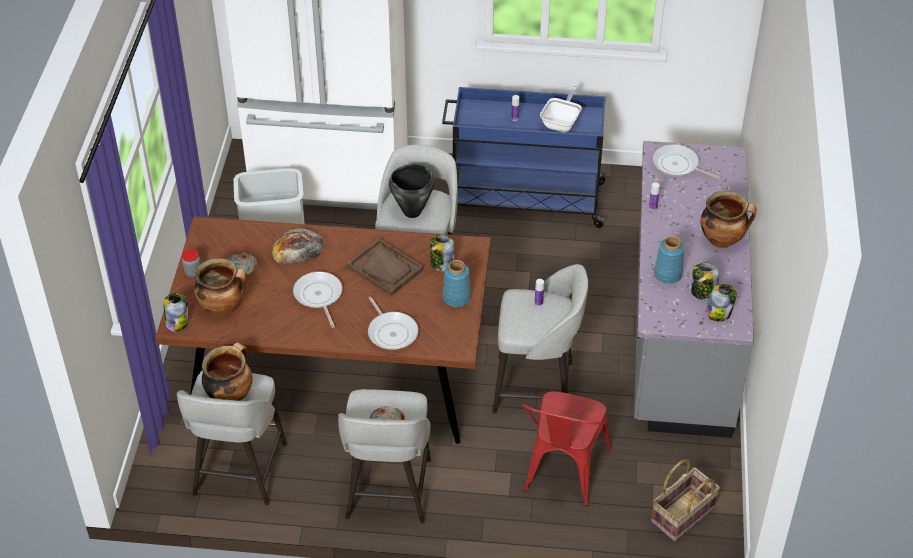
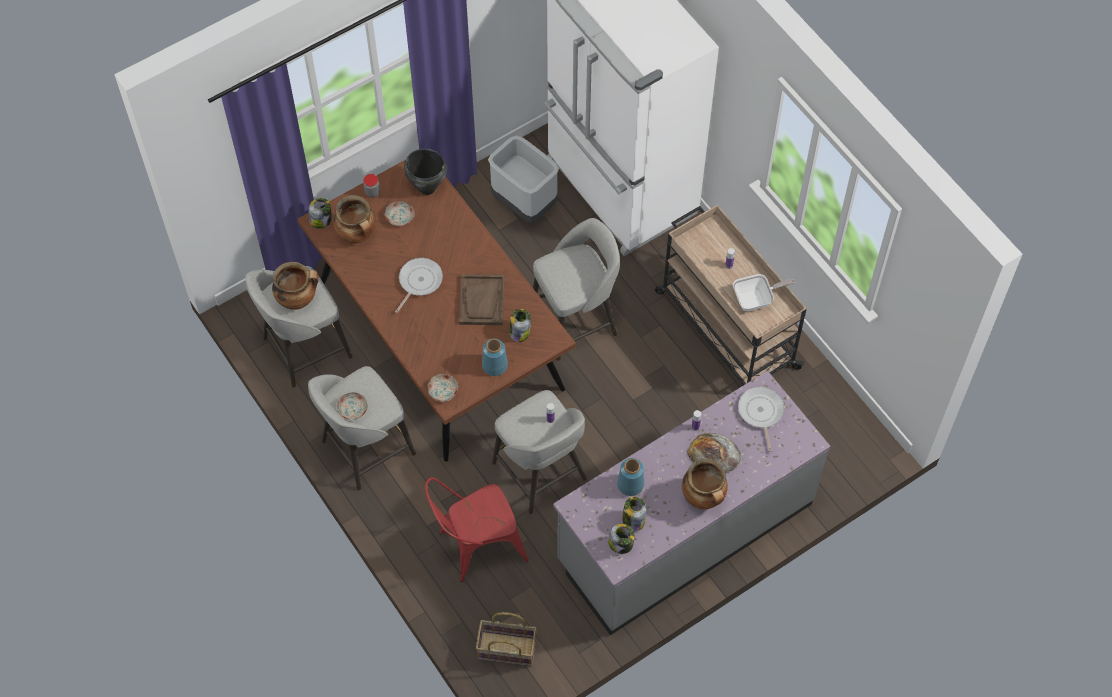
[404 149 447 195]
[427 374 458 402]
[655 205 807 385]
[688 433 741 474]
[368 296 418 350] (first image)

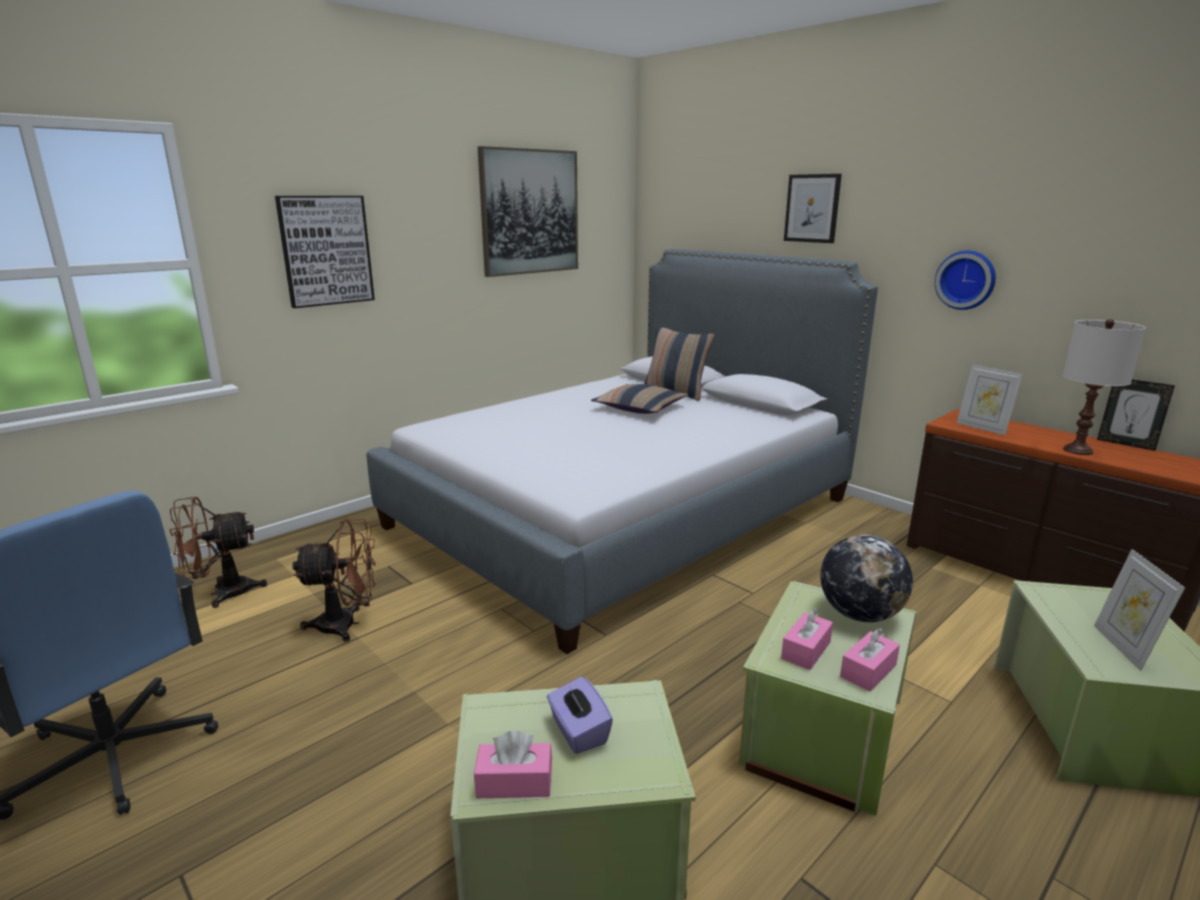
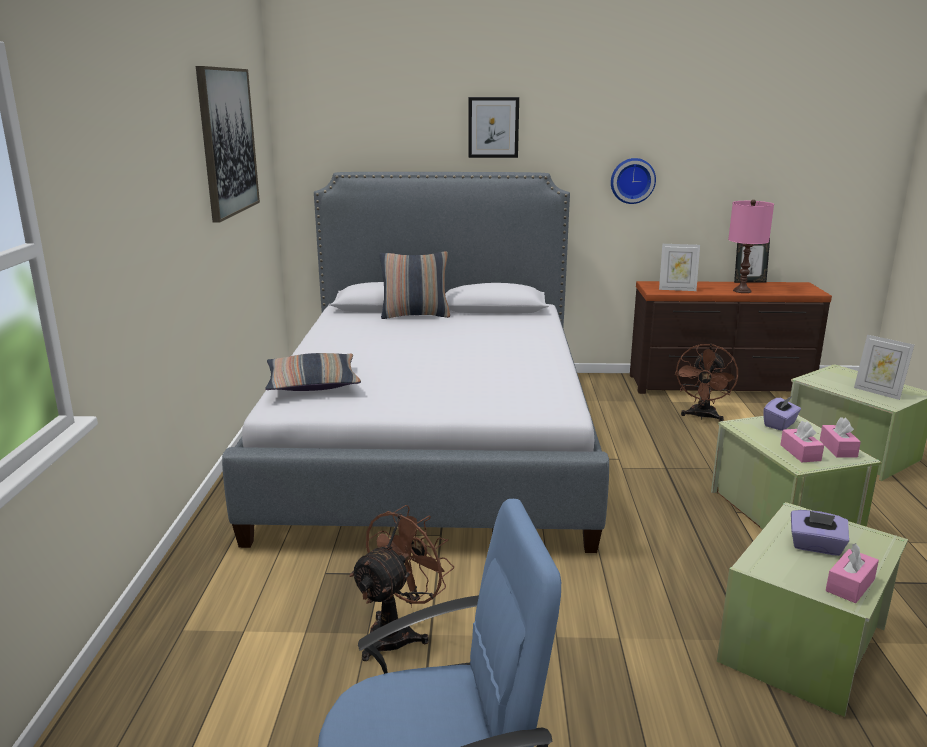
[265 353 361 391]
[675 344 738 421]
[728 200 774 293]
[763 396 801 431]
[275 196 375 308] (first image)

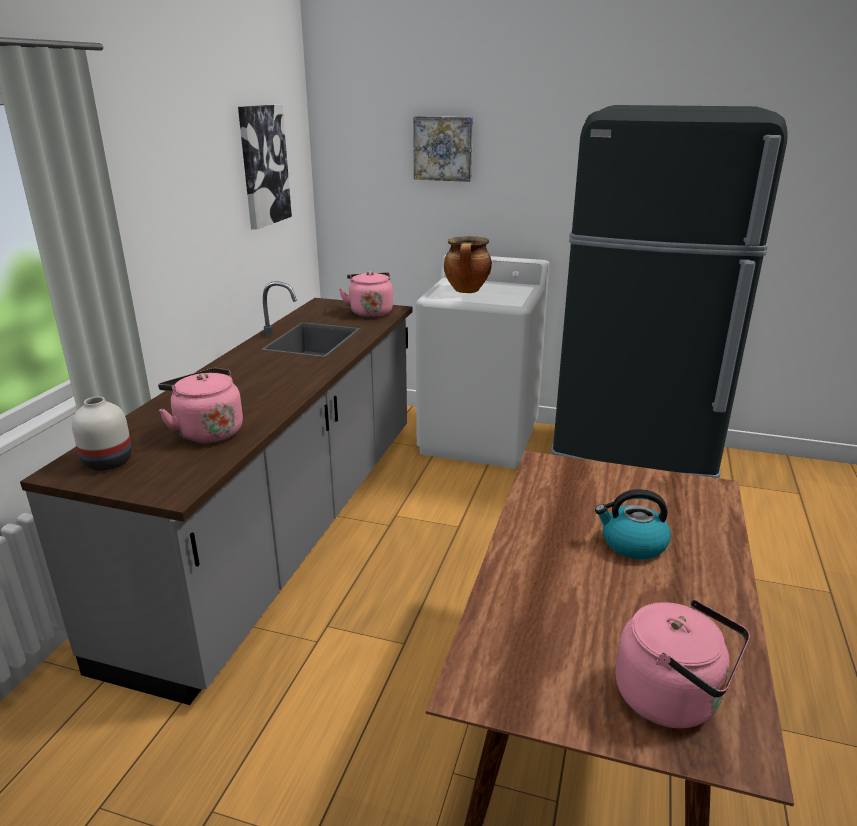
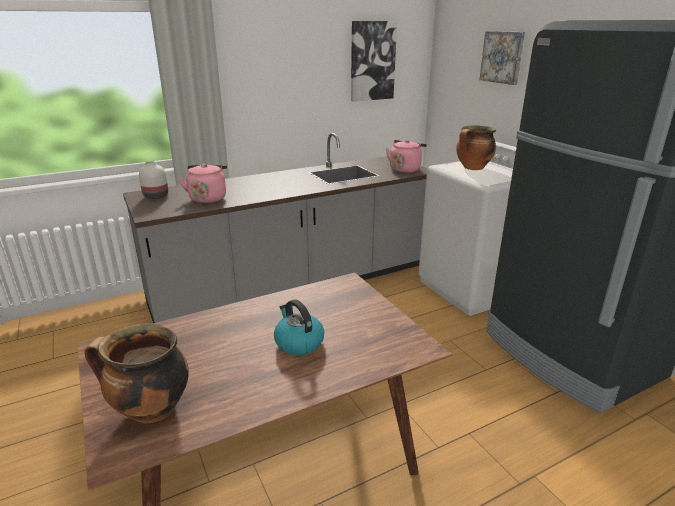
[84 323 189 423]

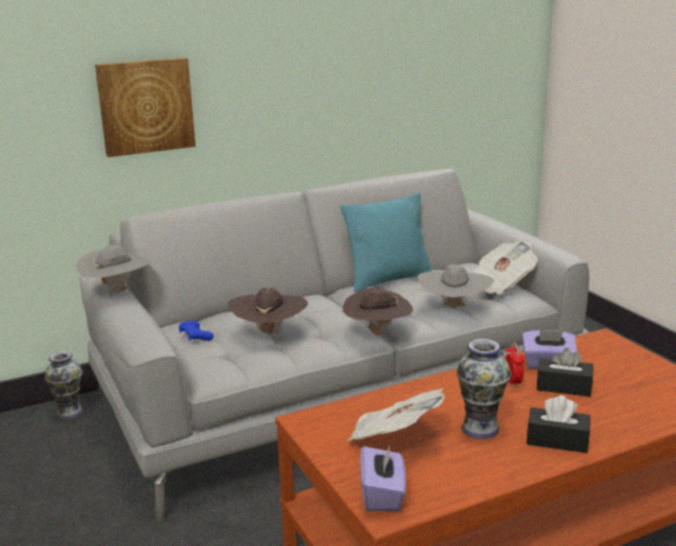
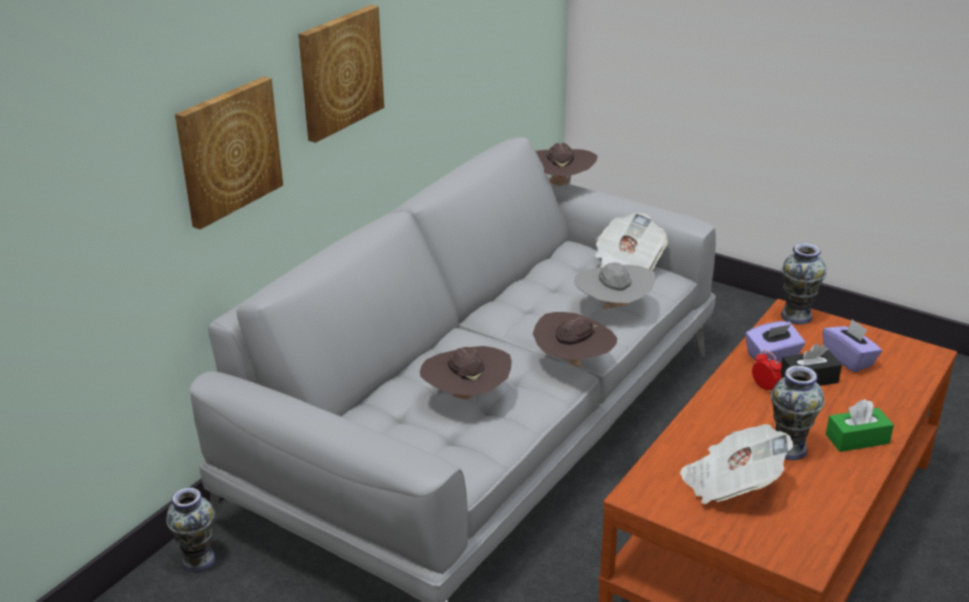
[298 5 384 143]
[536 143 598 188]
[781 243 827 324]
[823 319 882 372]
[826 399 894 452]
[76 245 151 296] (first image)
[179 321 214 341] (first image)
[341 193 432 292] (first image)

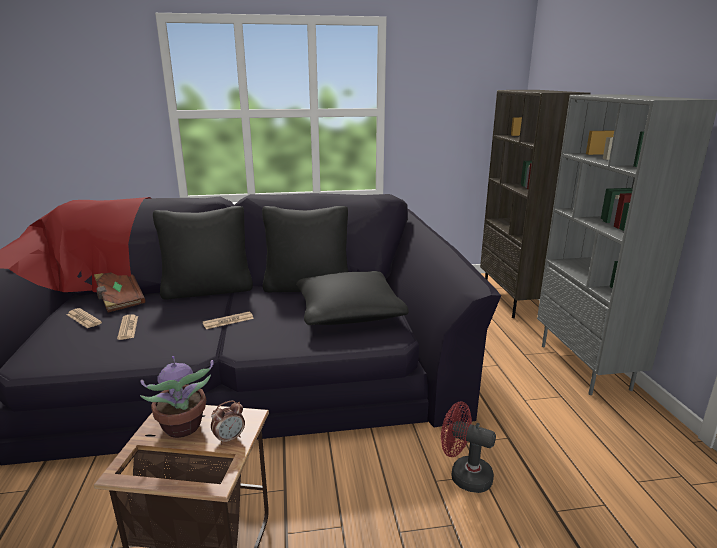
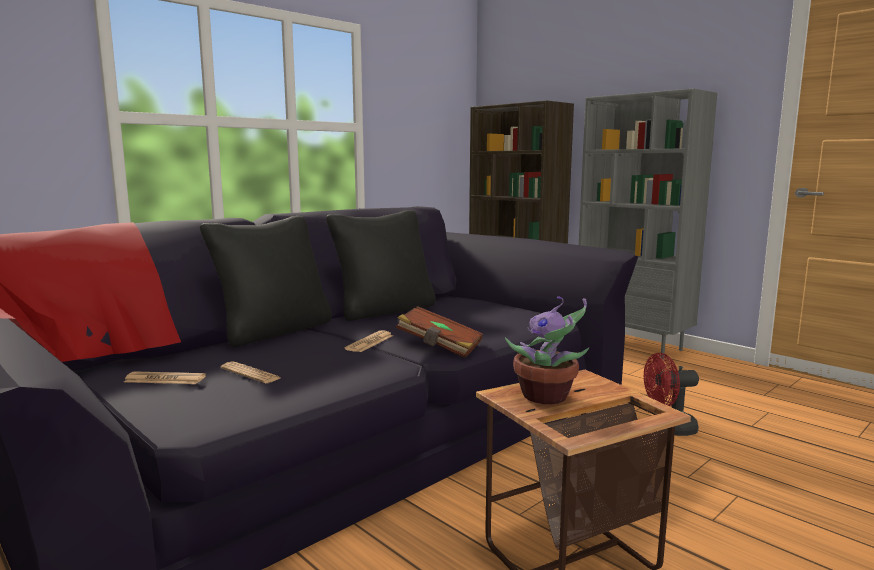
[396 306 483 358]
[211 400 245 445] (first image)
[296 271 408 325] (first image)

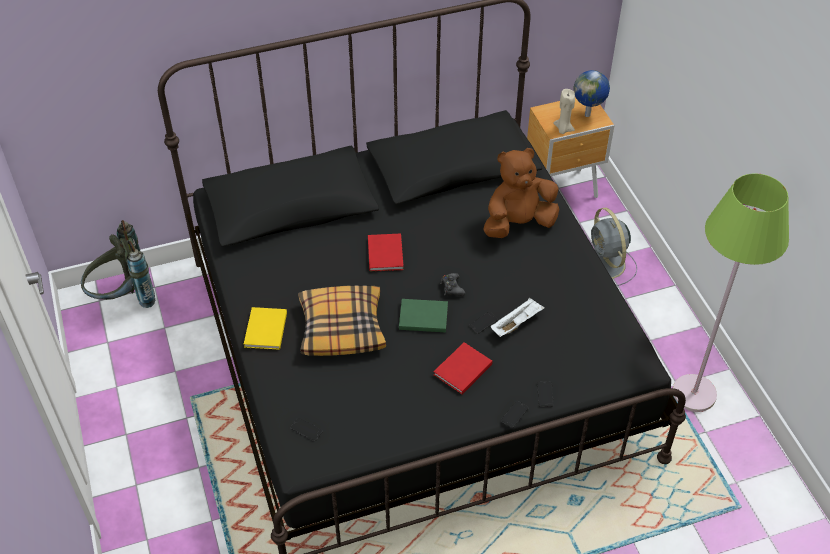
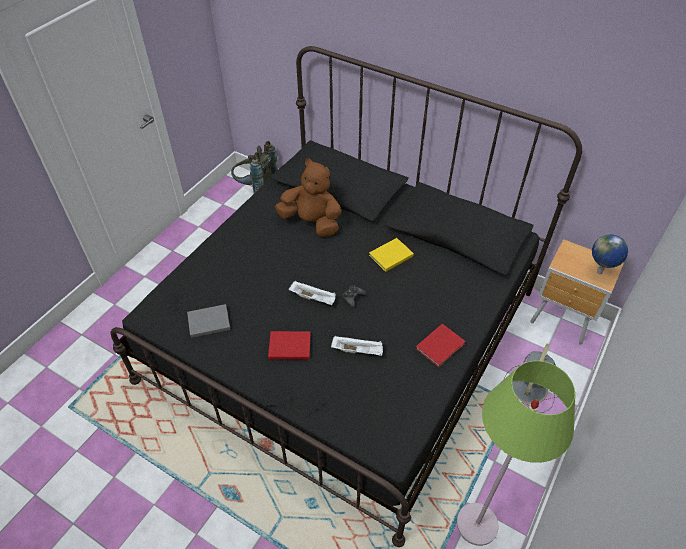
[187 304 231 338]
[275 159 341 237]
[289 281 336 305]
[369 238 414 272]
[416 324 466 368]
[298 285 386 356] (first image)
[553 89 575 134] (first image)

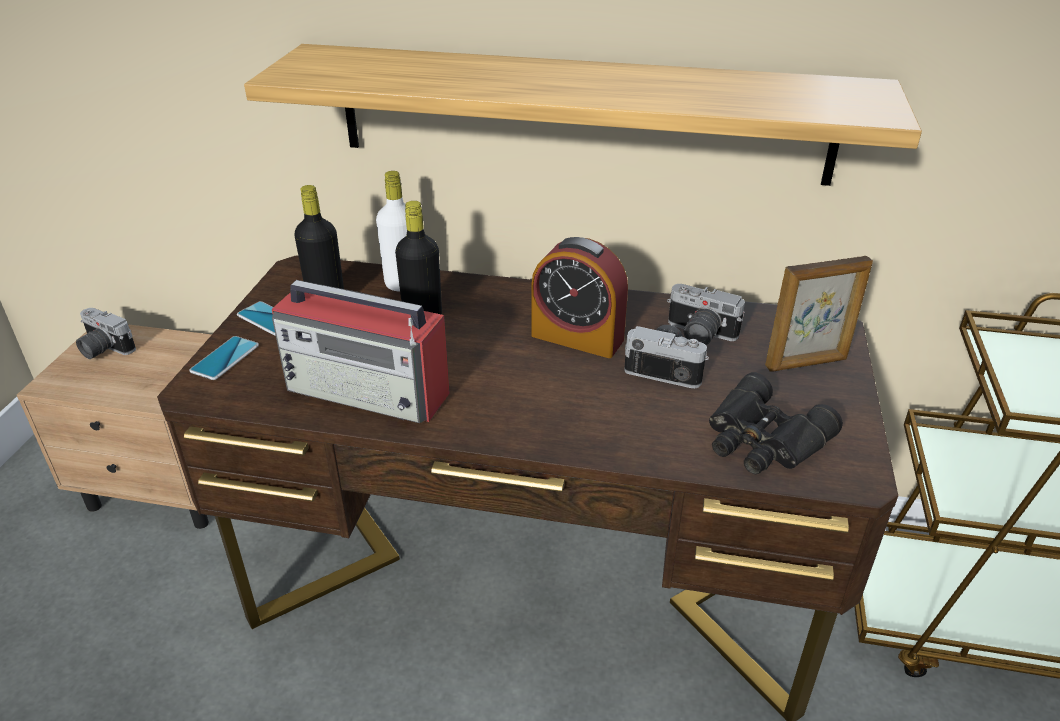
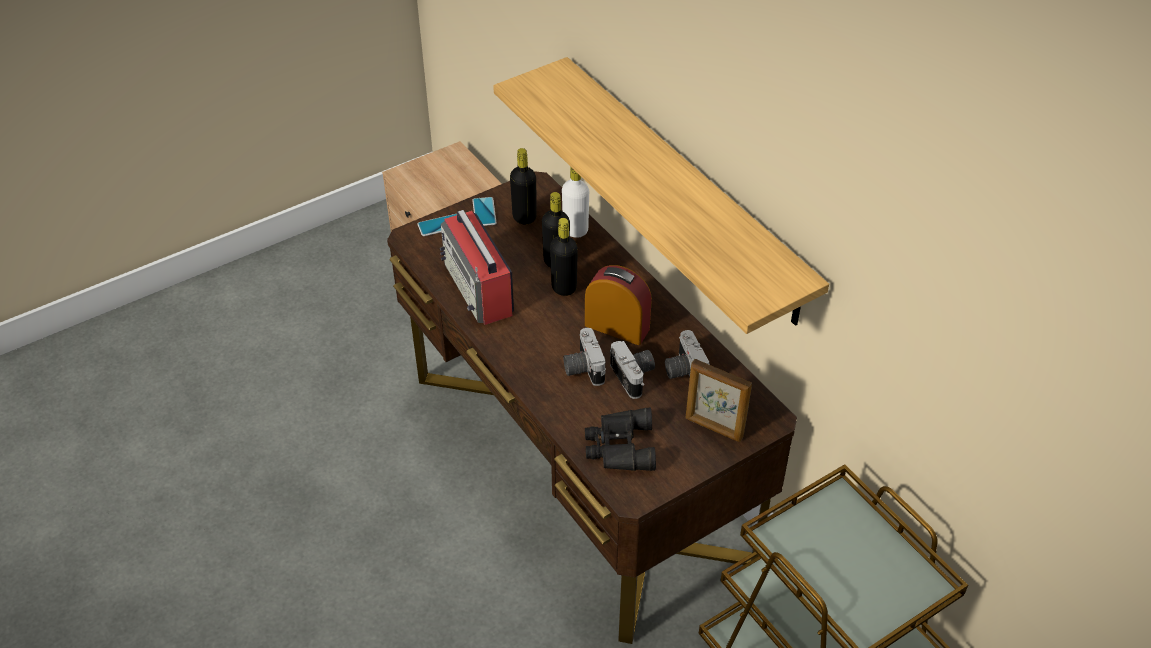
[550 218 578 296]
[563 328 606 386]
[585 265 652 345]

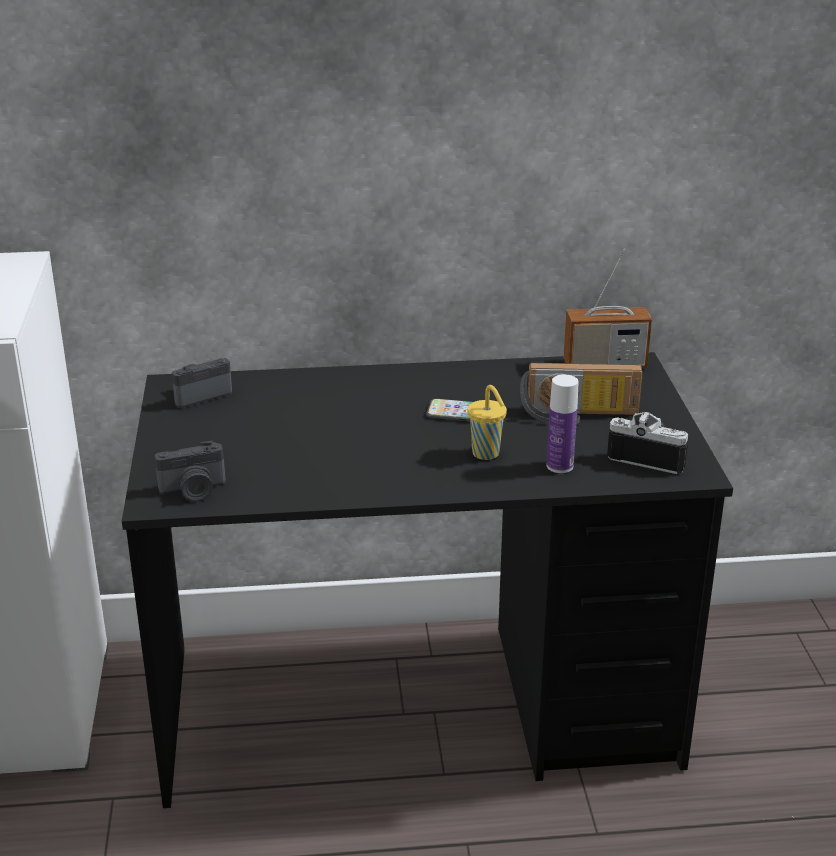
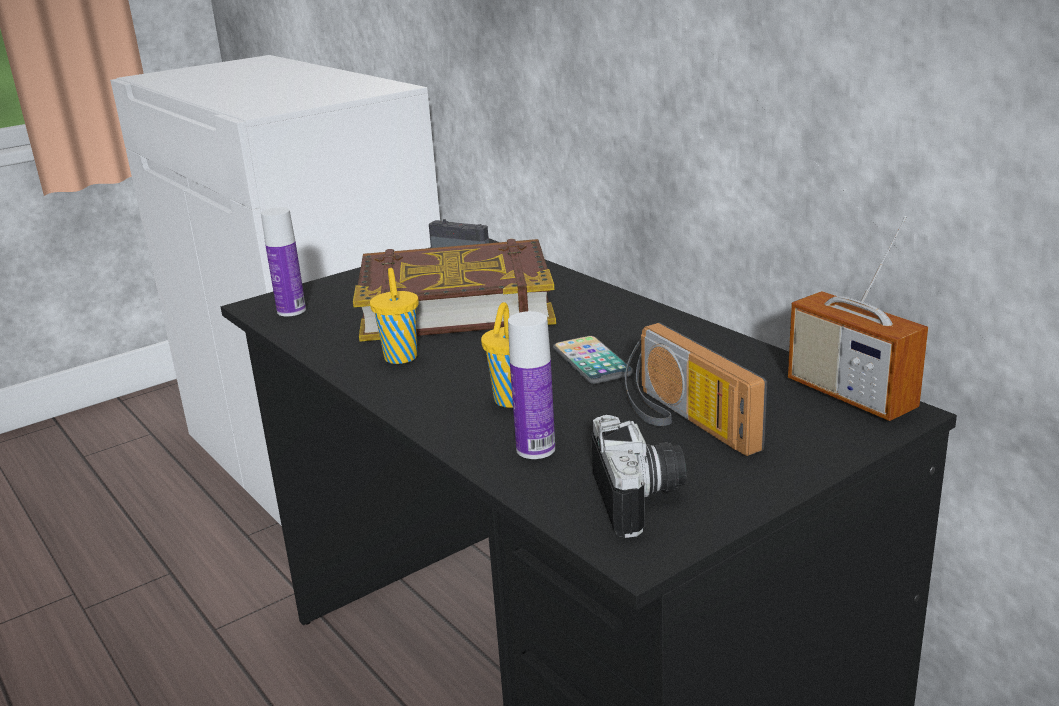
[261 207 306 316]
[353 239 556 342]
[370 268 419 364]

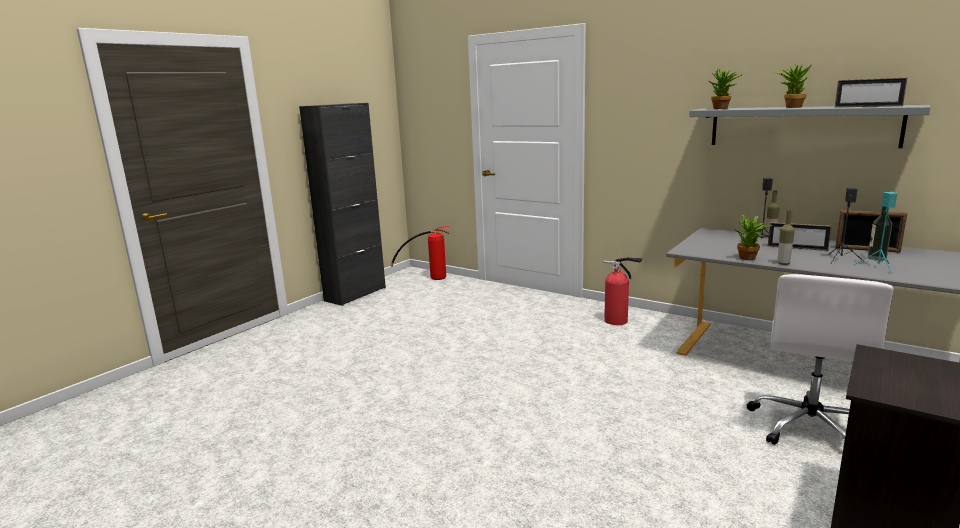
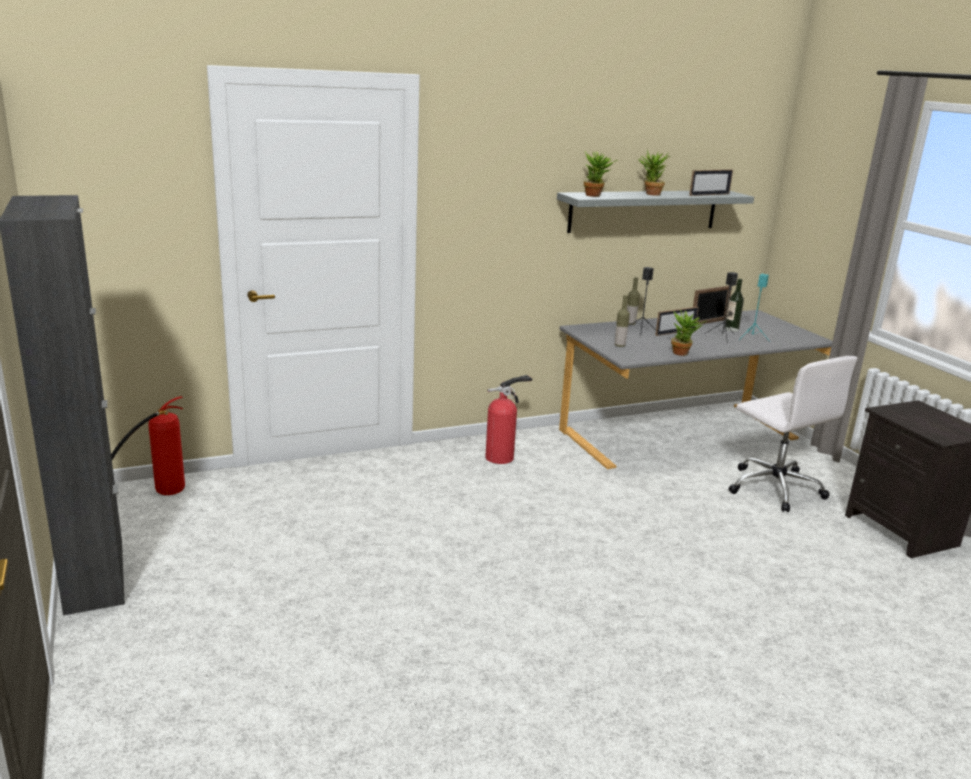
[615 295 630 347]

